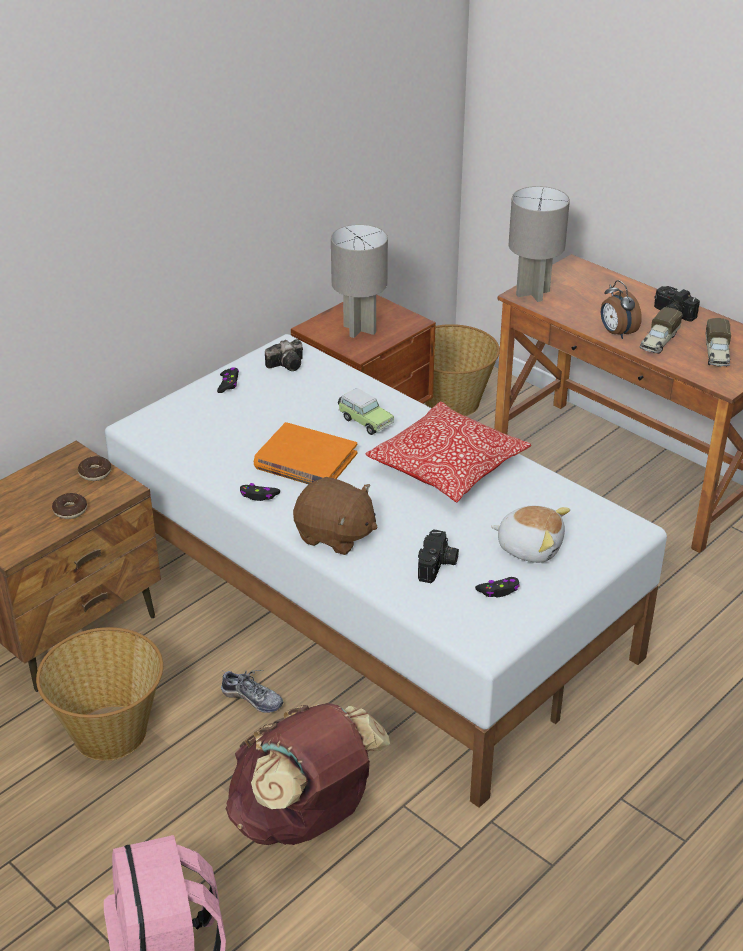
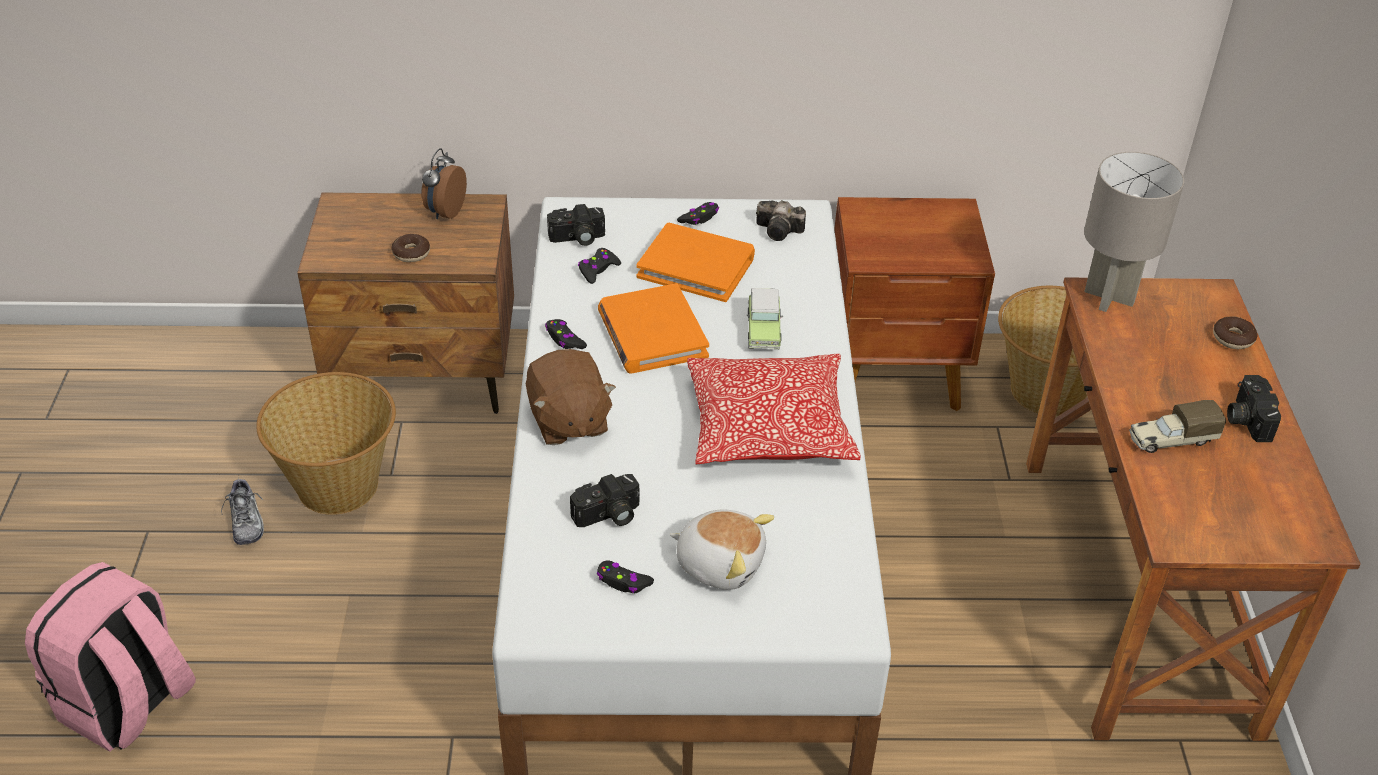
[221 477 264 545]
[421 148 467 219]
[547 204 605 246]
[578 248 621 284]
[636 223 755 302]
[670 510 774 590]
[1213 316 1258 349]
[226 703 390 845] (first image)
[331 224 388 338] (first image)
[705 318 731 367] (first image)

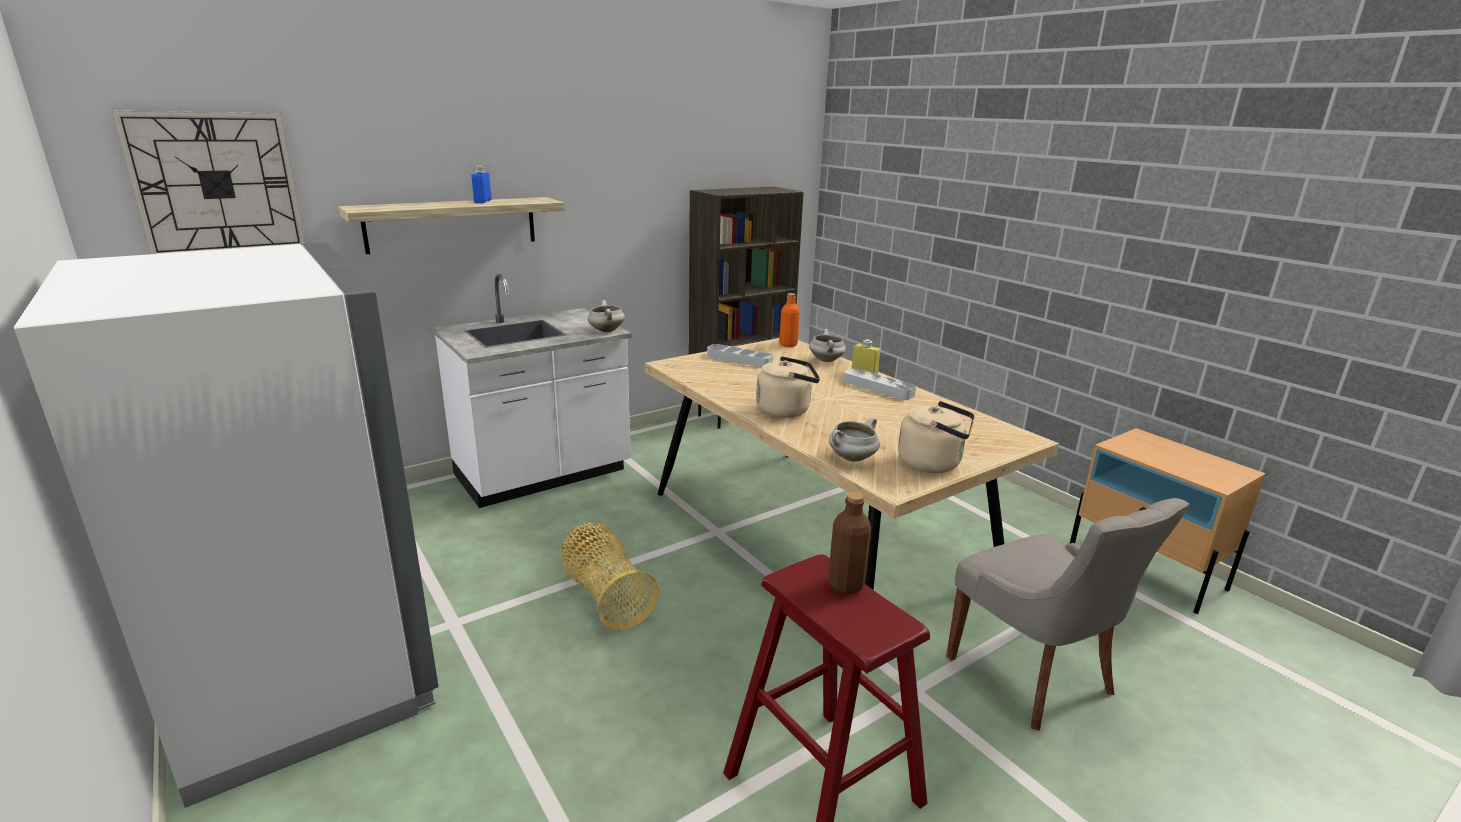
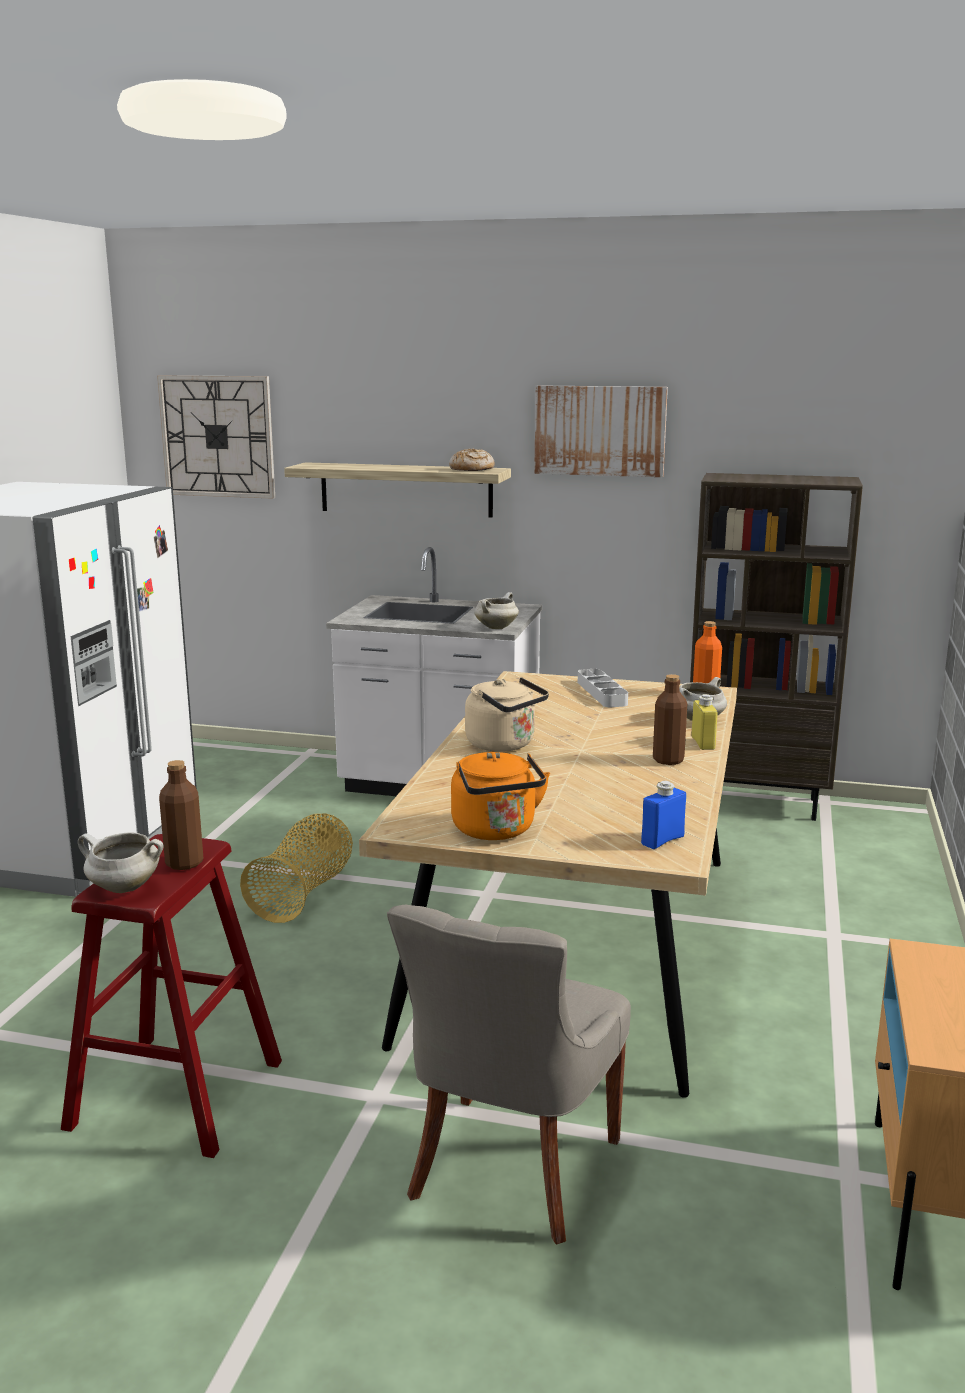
[78 832 163 893]
[449 449 495 471]
[451 751 550 840]
[534 385 668 477]
[641 781 686 849]
[653 674 687 765]

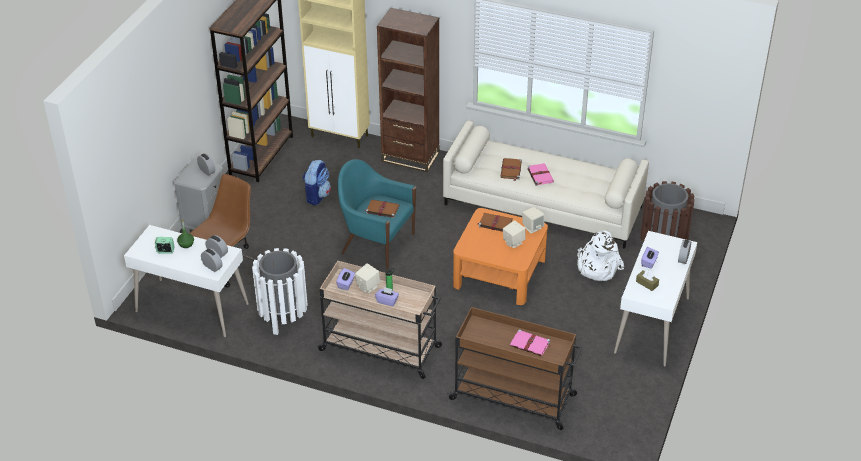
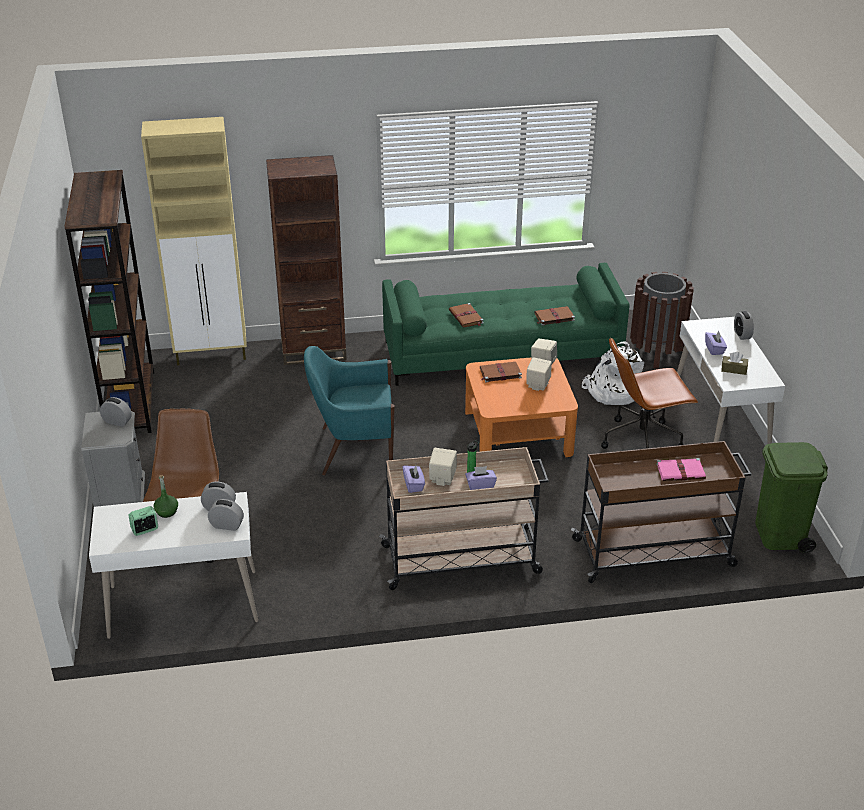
[382 263 630 386]
[535 306 575 326]
[601 337 698 449]
[755 442 828 553]
[252 248 308 335] (first image)
[302 160 331 205] (first image)
[527 163 554 186] (first image)

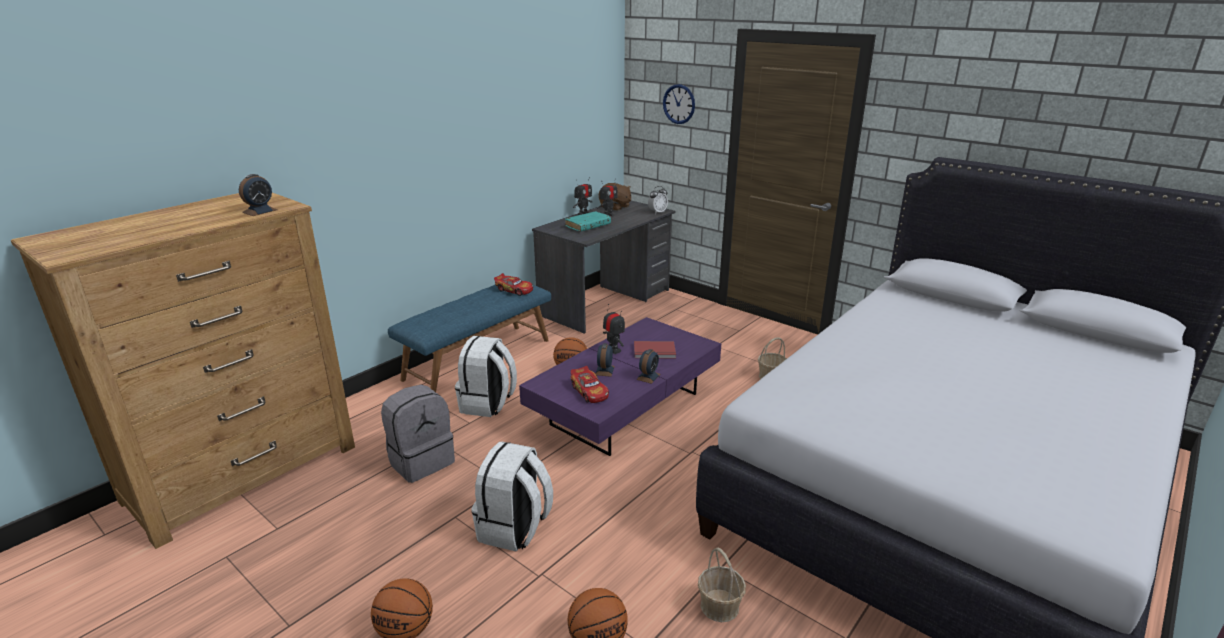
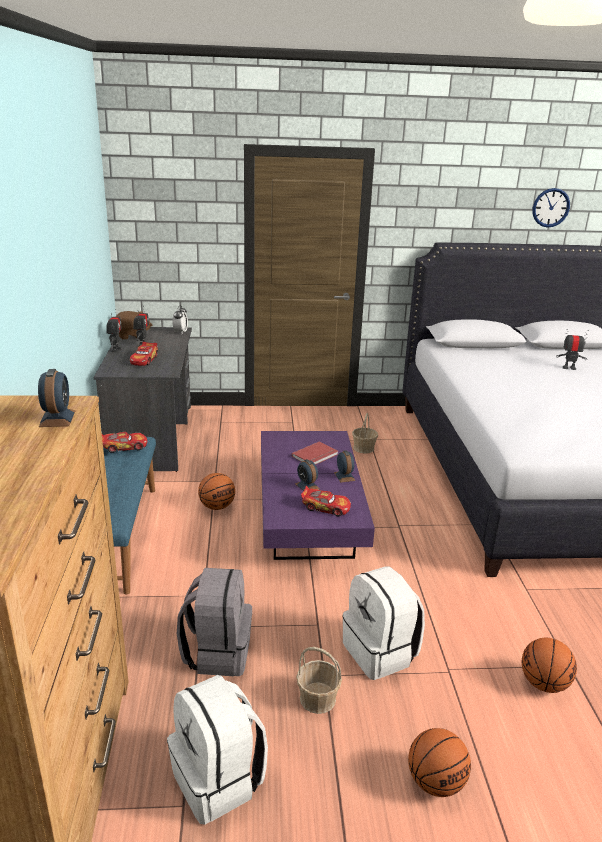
[130 342 158 366]
[167 675 268 825]
[296 647 342 714]
[532 188 570 228]
[556 329 589 370]

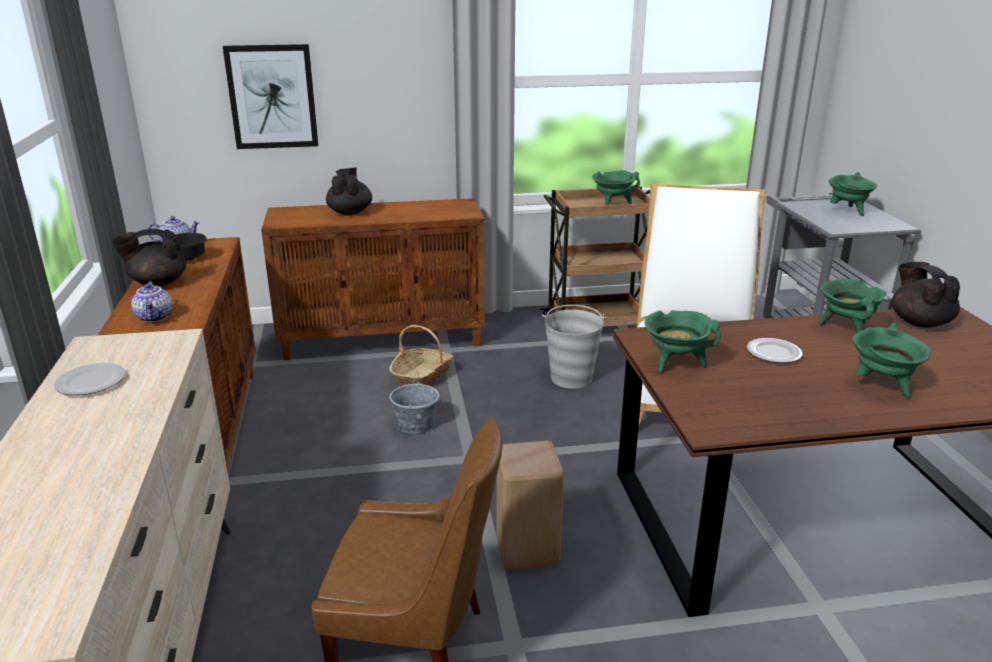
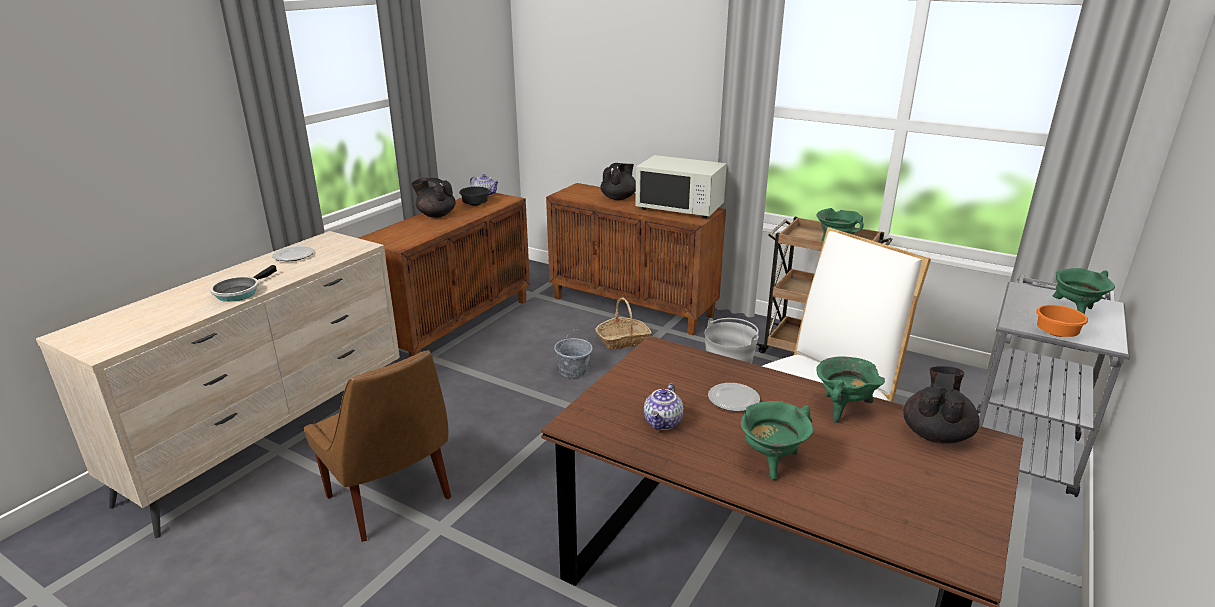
[210 265 277 302]
[635 155 727 219]
[644 383 683 430]
[1036 305 1088 337]
[223 44 318 149] (first image)
[496 440 564 570] (first image)
[645 310 721 373] (first image)

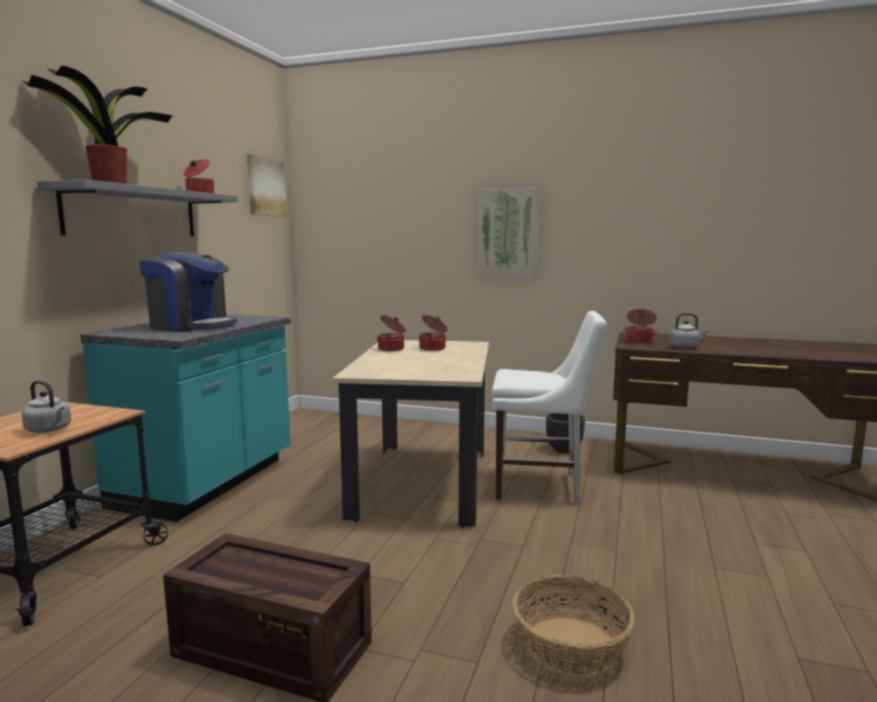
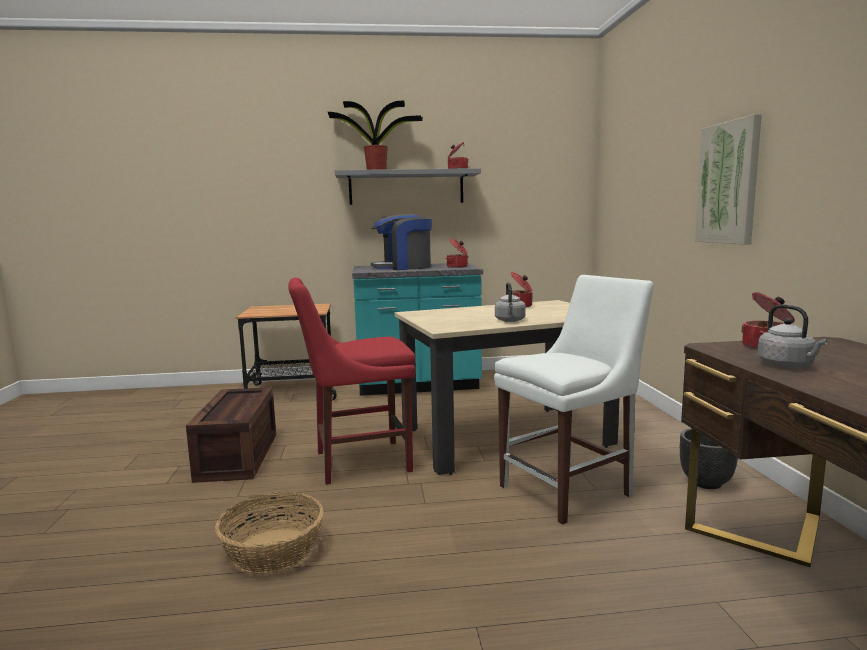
[288 278 415 485]
[371 214 432 270]
[446 238 469 268]
[494 275 654 525]
[495 282 526 322]
[247 154 287 217] (first image)

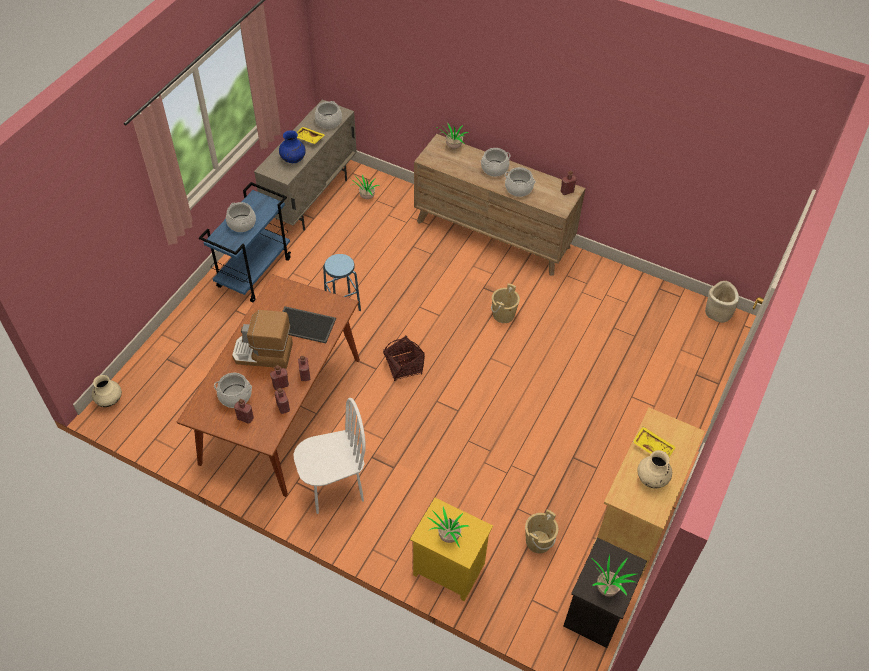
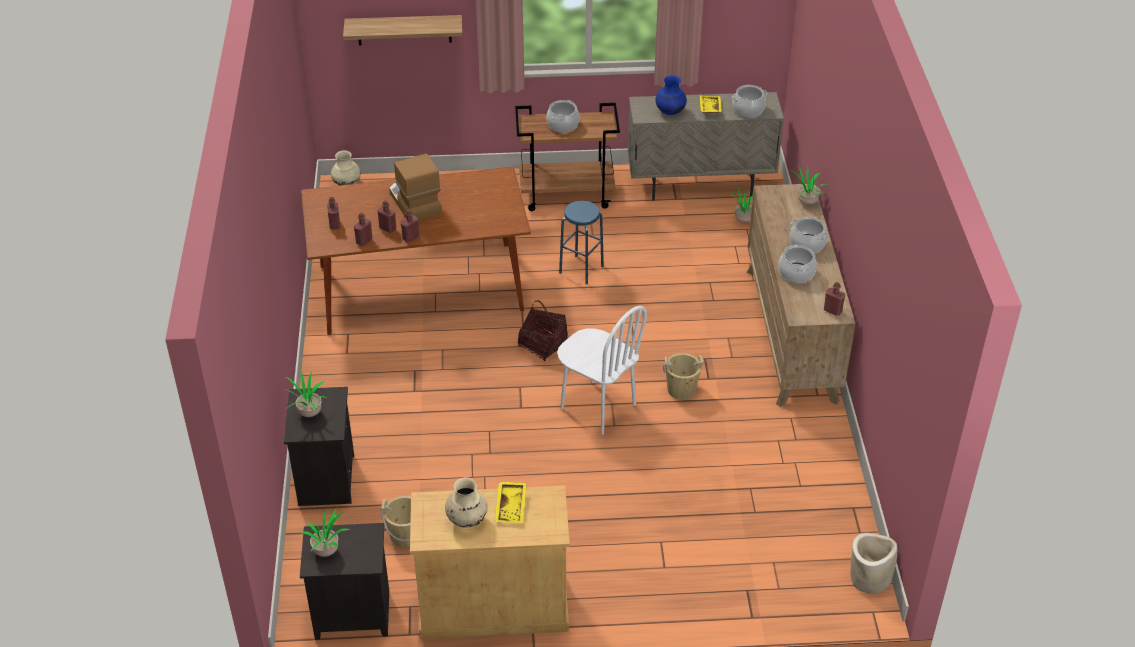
[284 387 354 506]
[343 15 462 45]
[515 103 620 211]
[557 306 647 435]
[214 373 252 408] (first image)
[282 306 336 343] (first image)

